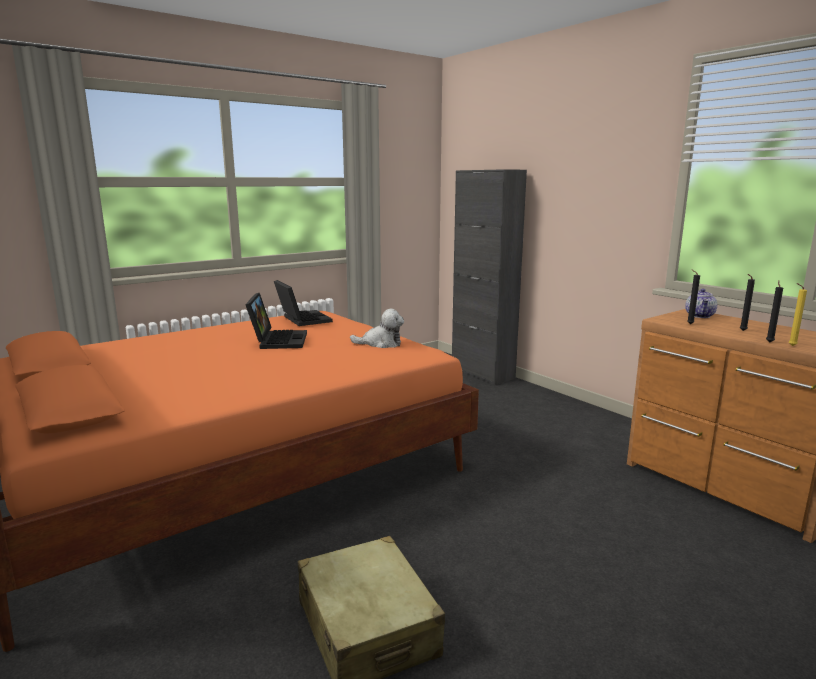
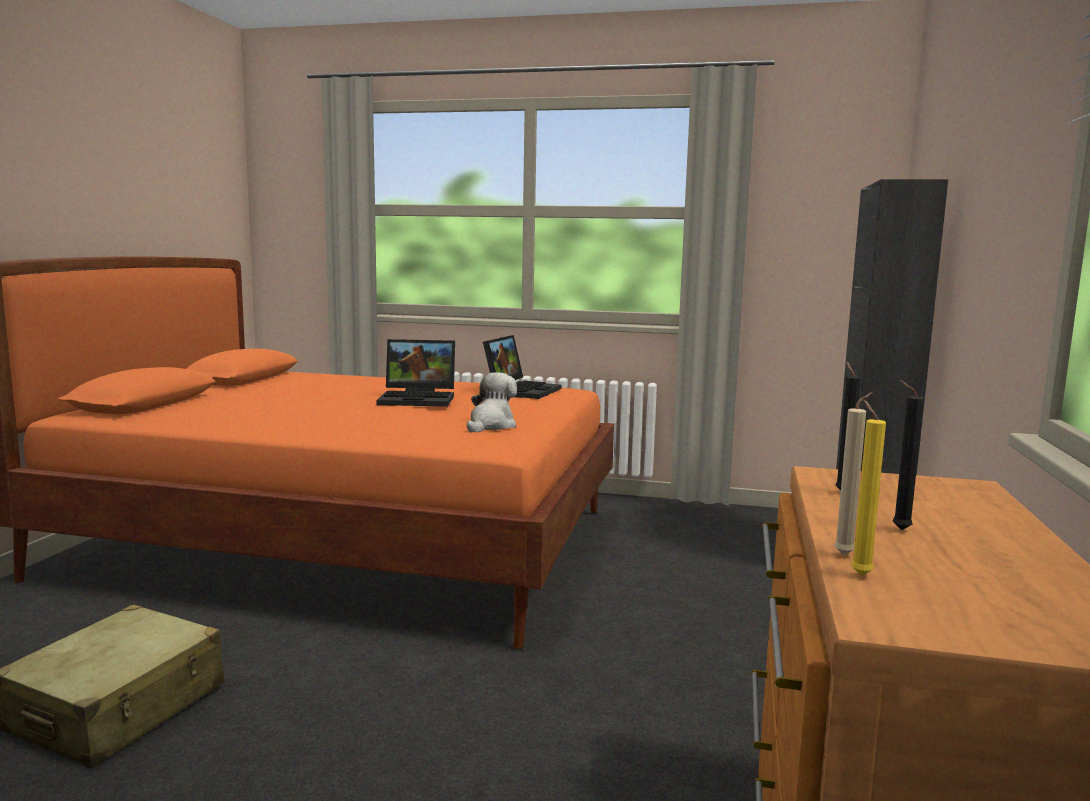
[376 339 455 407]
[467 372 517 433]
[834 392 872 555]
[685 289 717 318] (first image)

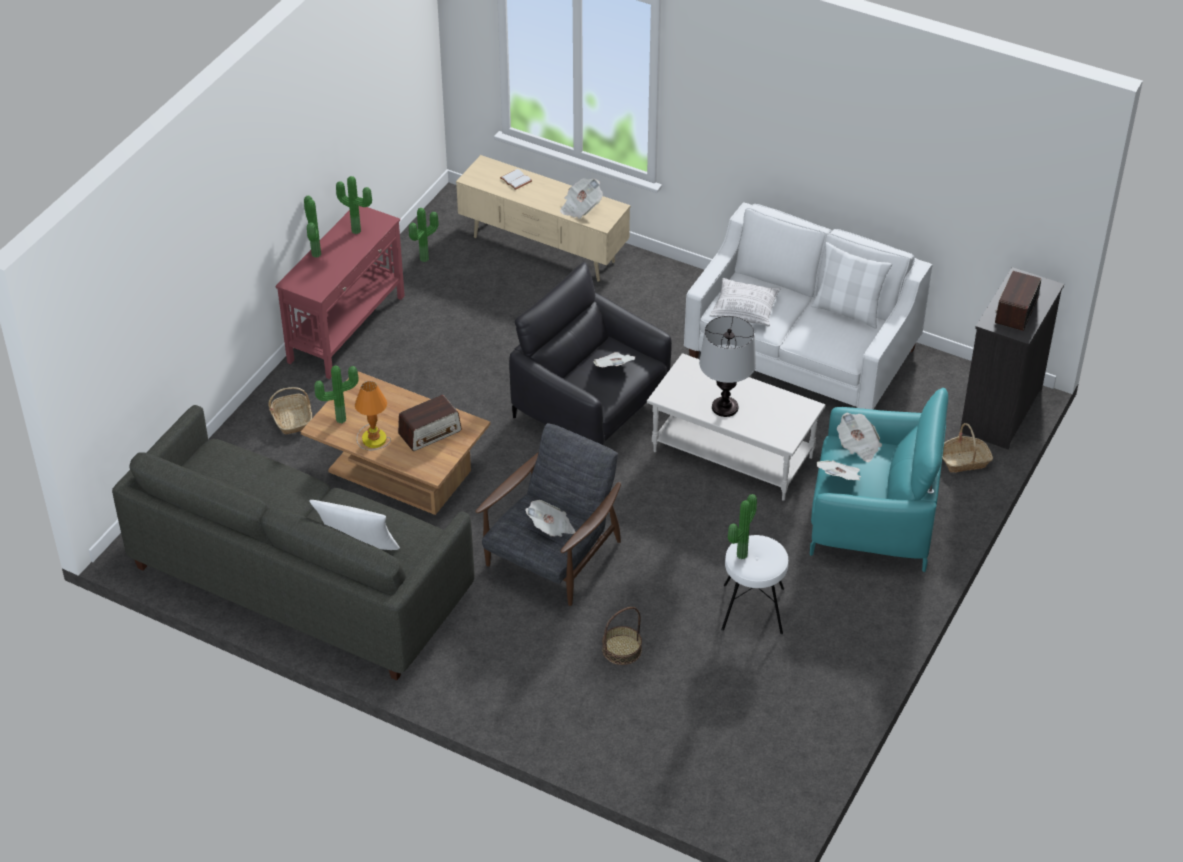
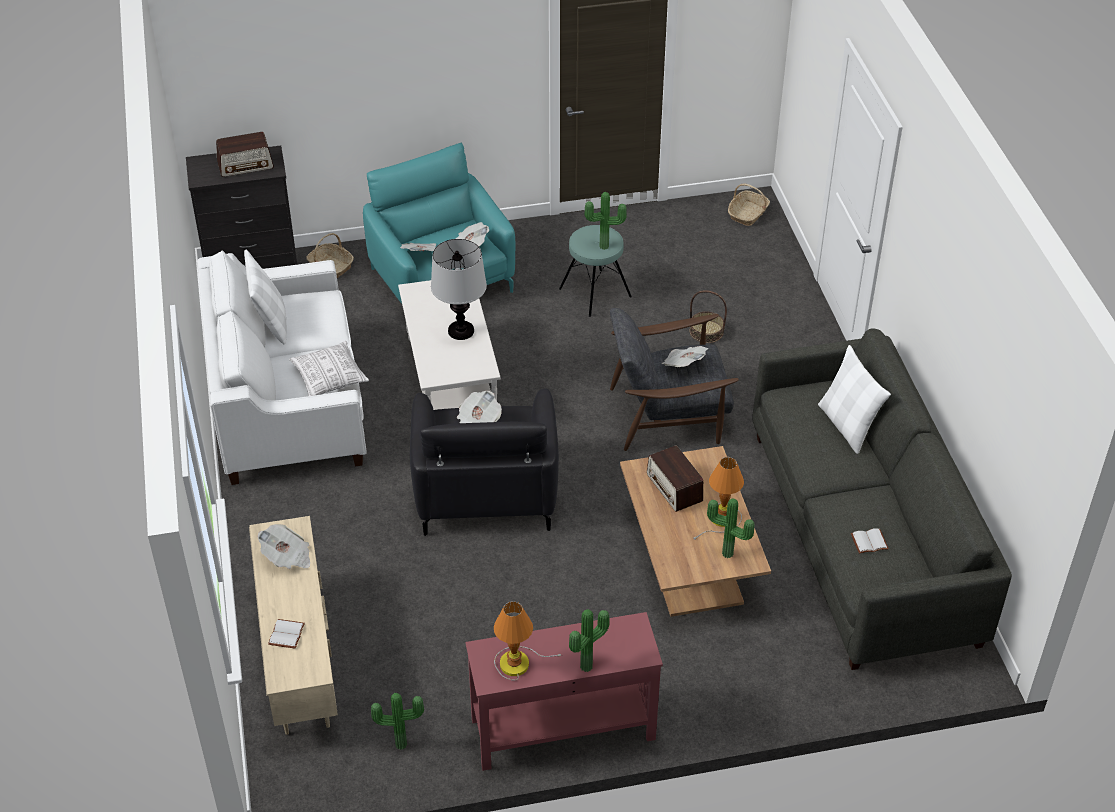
[494 601 561 681]
[559 225 632 317]
[647 445 703 512]
[728 184 770 226]
[851 528 889 554]

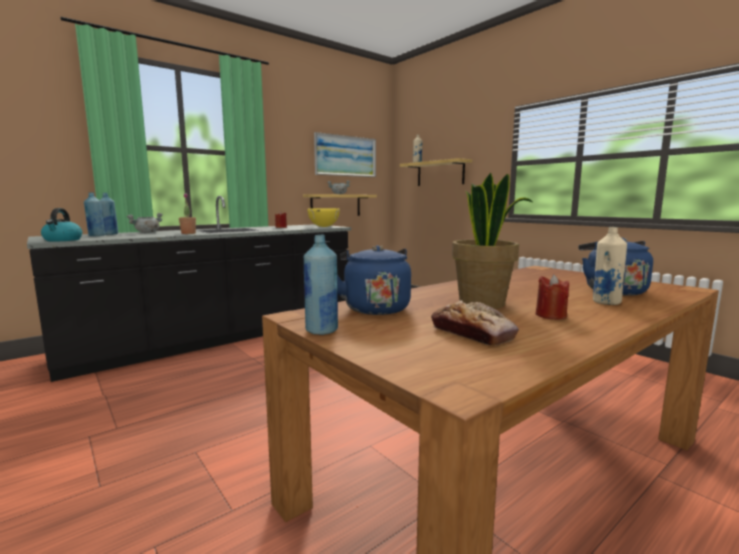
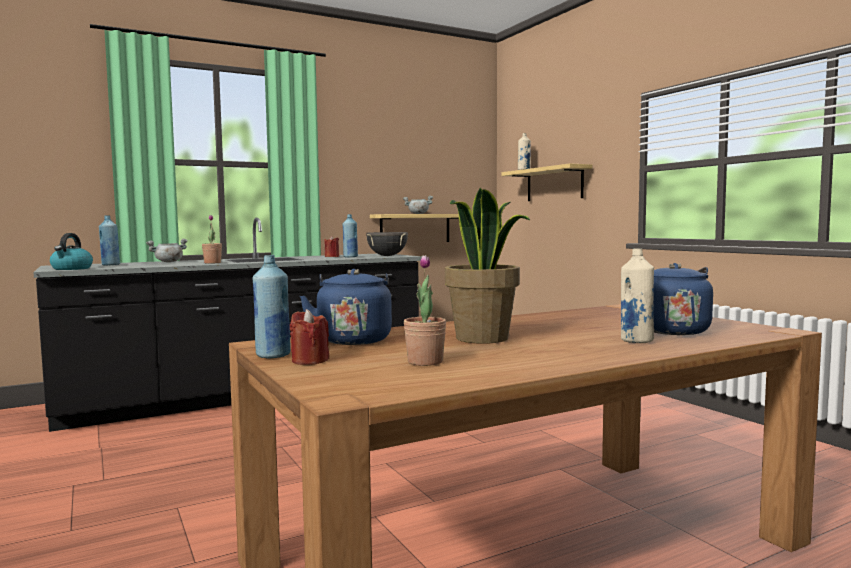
[290 309 329 365]
[343 214 358 258]
[366 232 408 256]
[404 255 446 366]
[314 132 376 177] (first image)

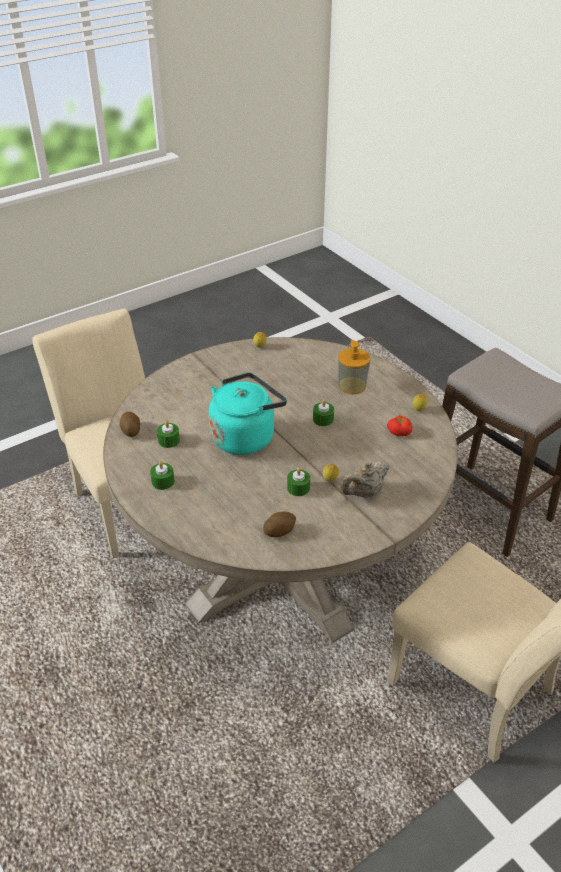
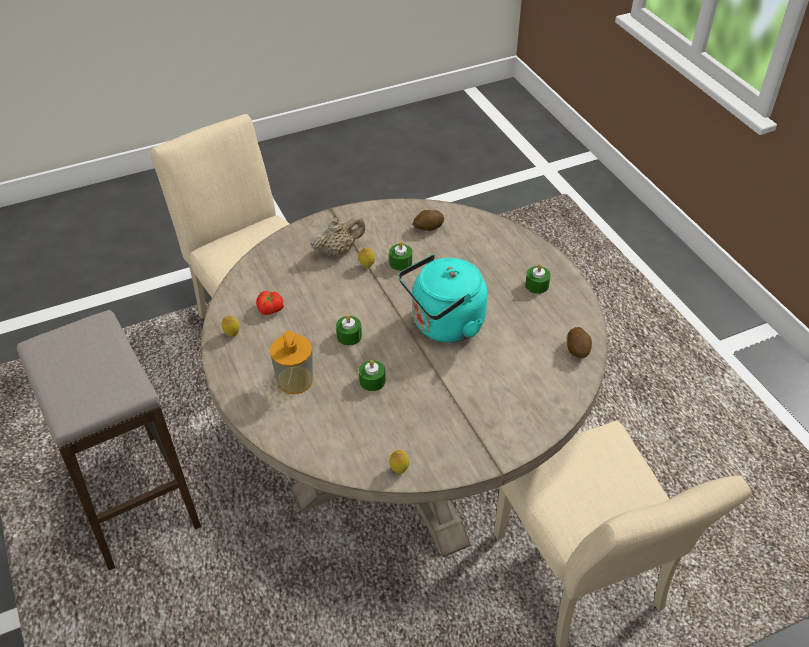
[359 360 385 391]

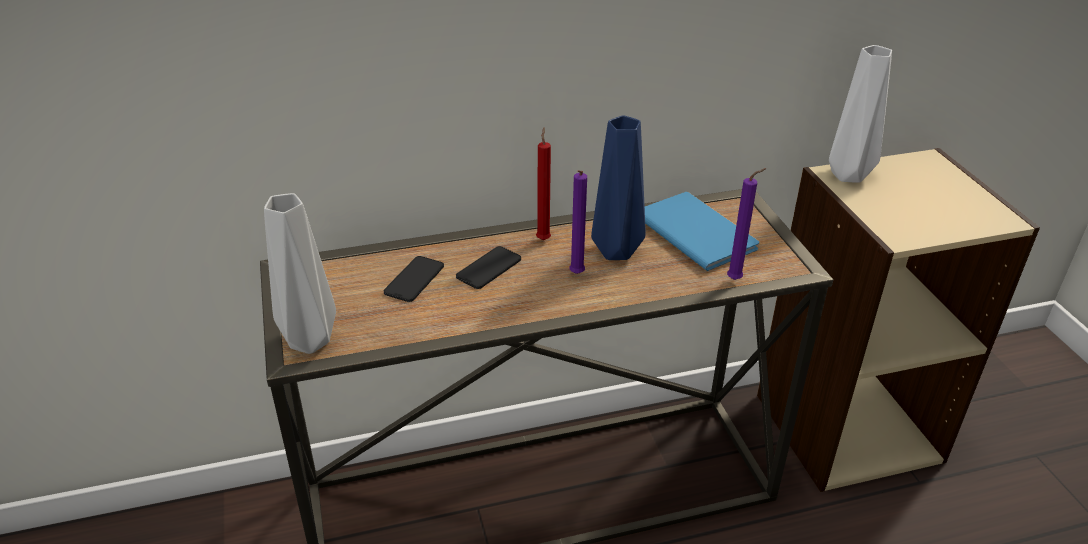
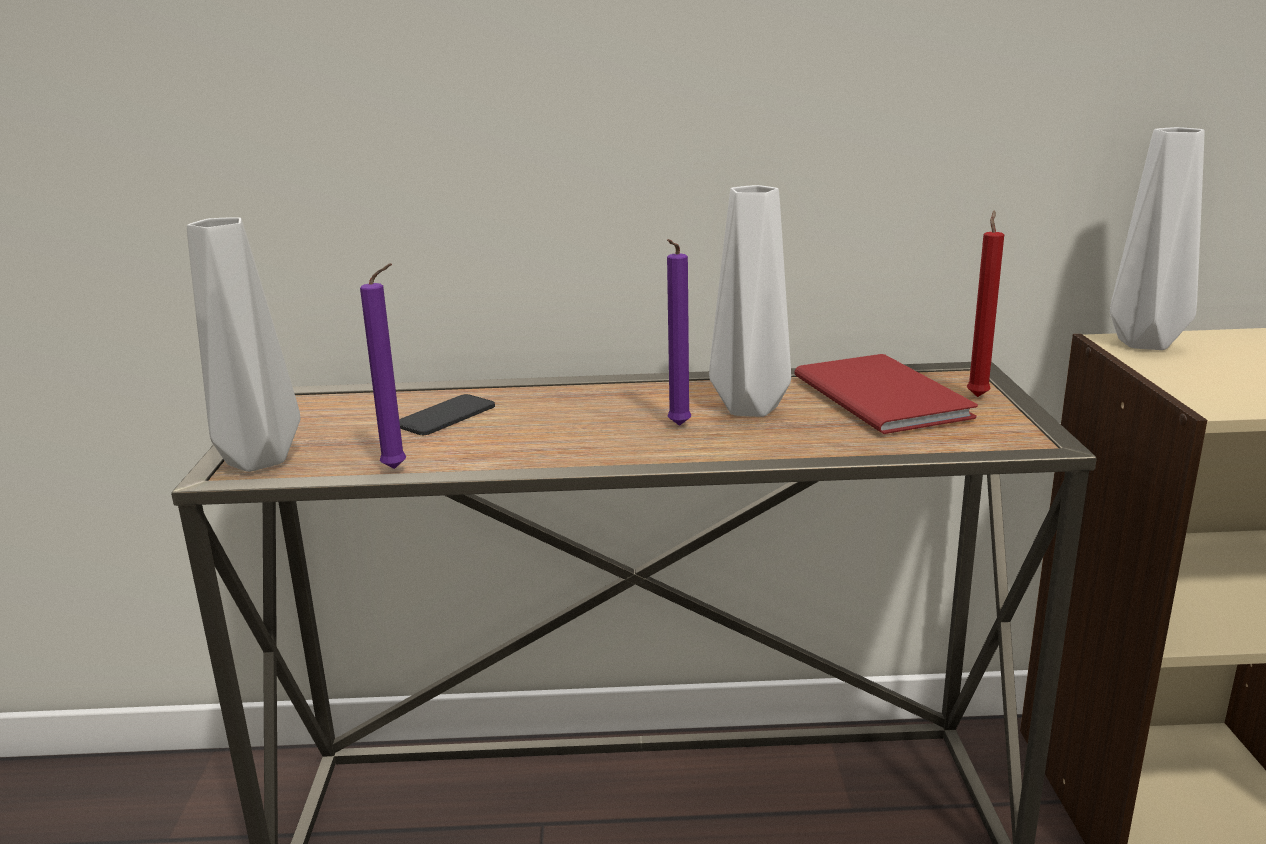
[360 263 406 469]
[709 185 791 417]
[794 354 978 434]
[967 211 1004 397]
[456 246 521 289] (first image)

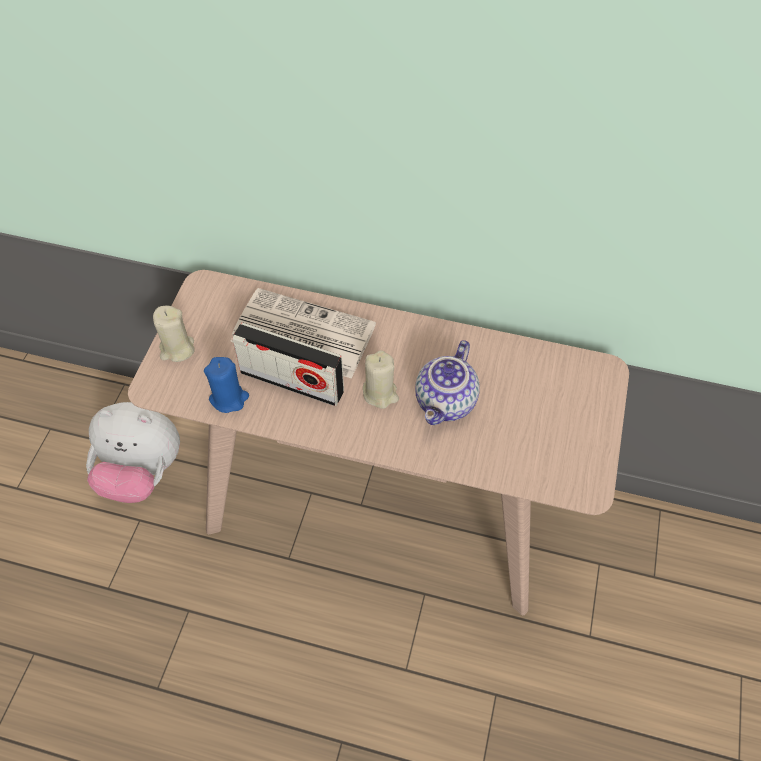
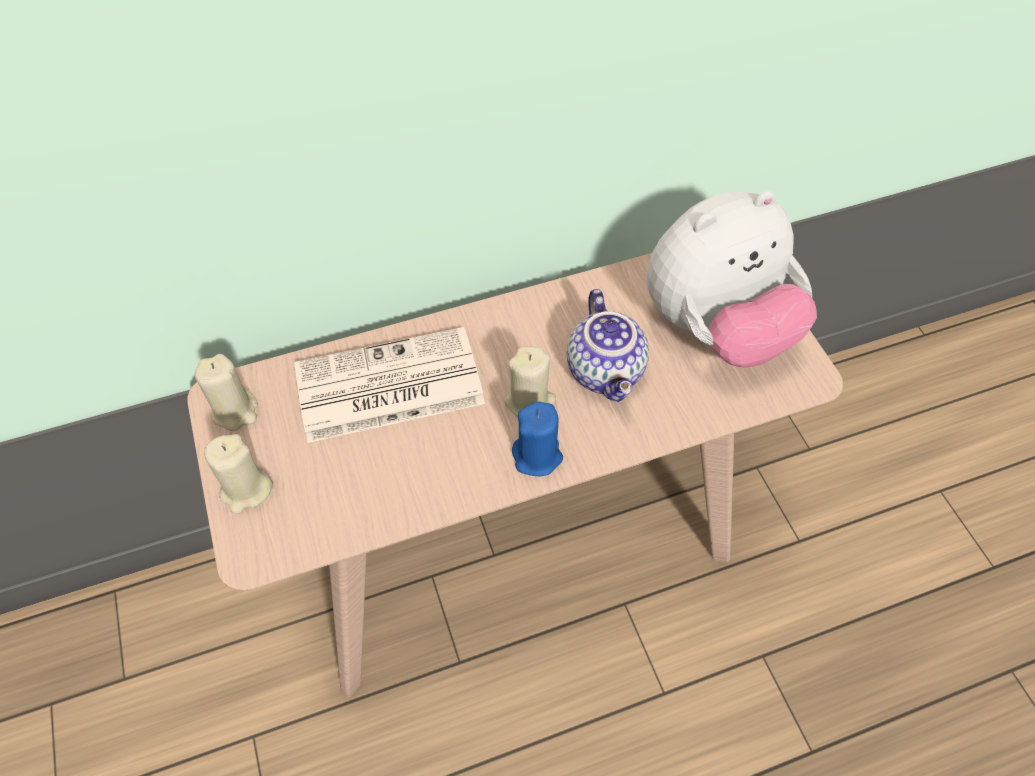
[195 354 257 431]
[512 401 563 476]
[647 191 817 367]
[232 323 344 406] (first image)

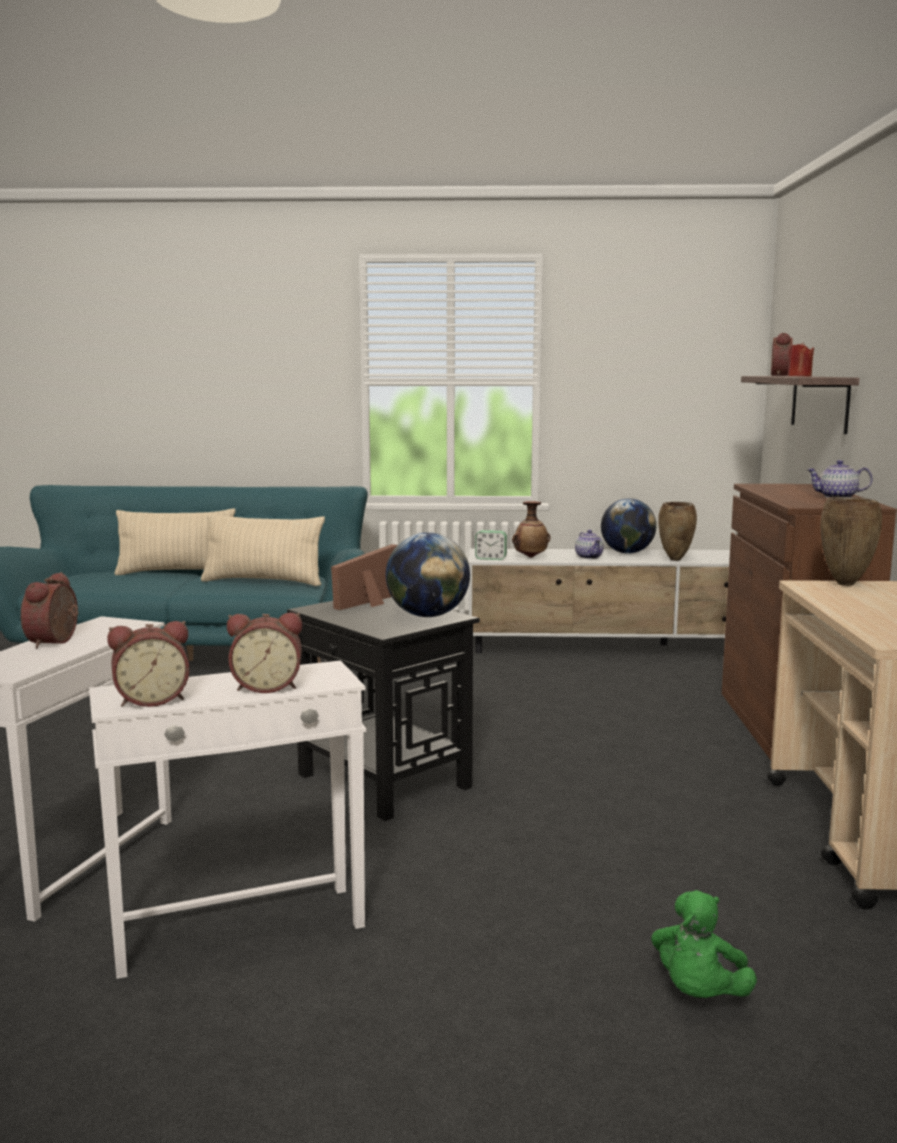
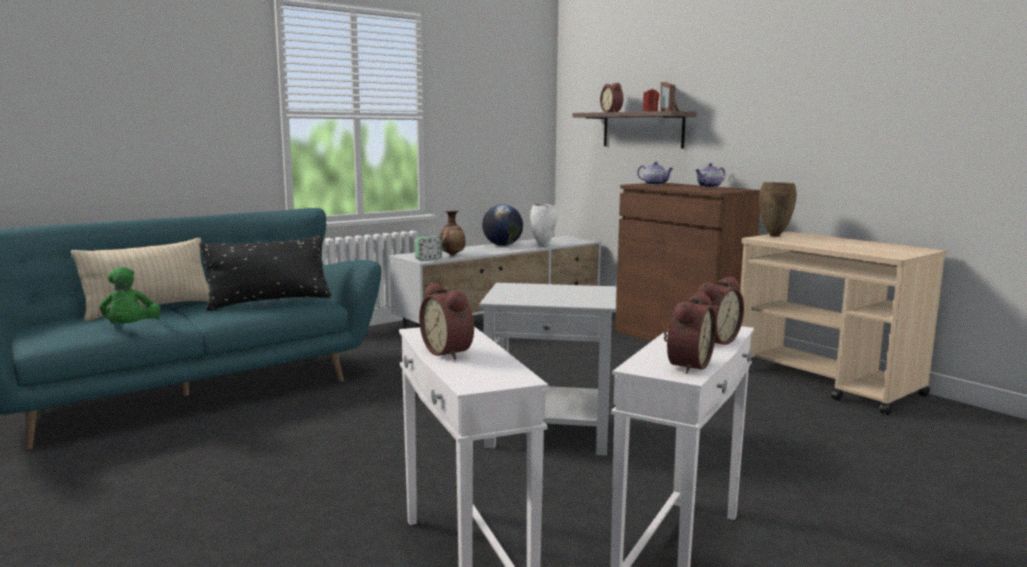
[99 267 160 324]
[199 235 332 311]
[479 283 617 456]
[530 204 557 246]
[637 162 674 185]
[661 82 679 111]
[386 532 470 617] (first image)

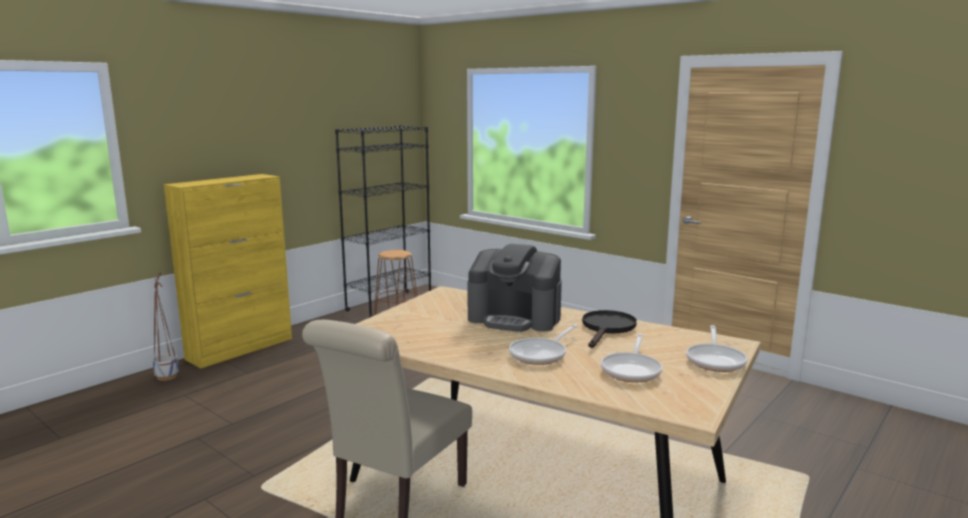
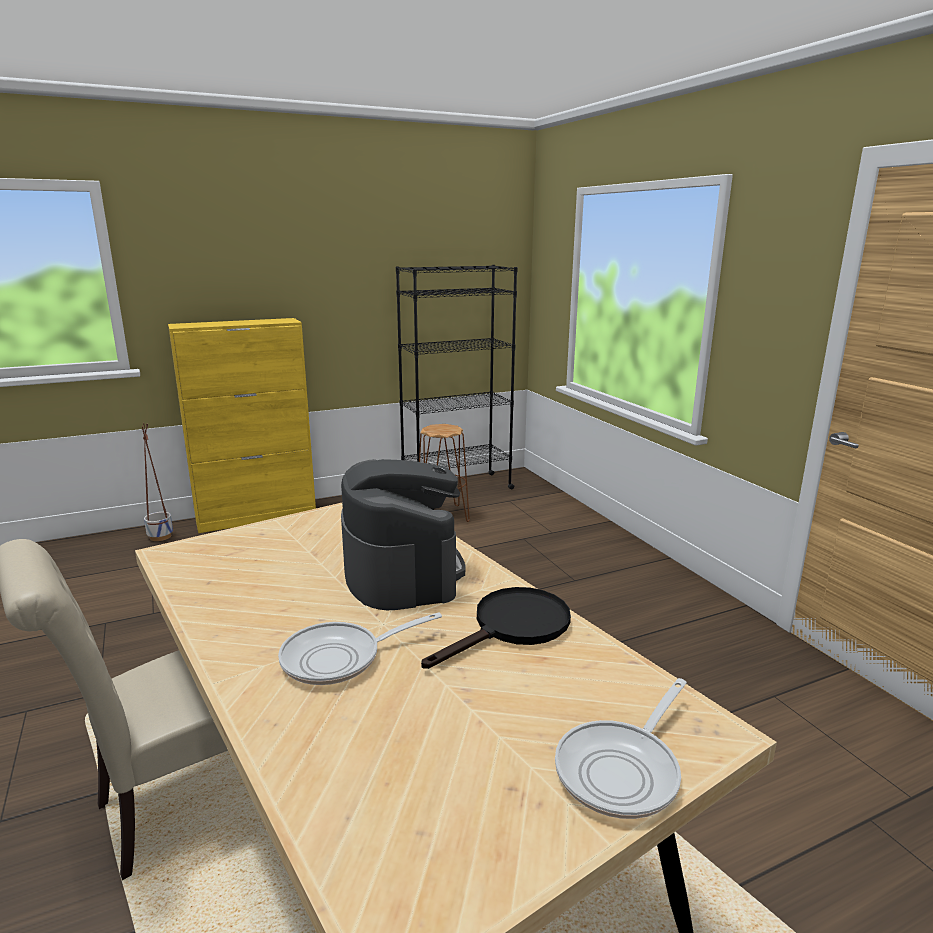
[341 459 465 610]
[601 333 662 382] (first image)

